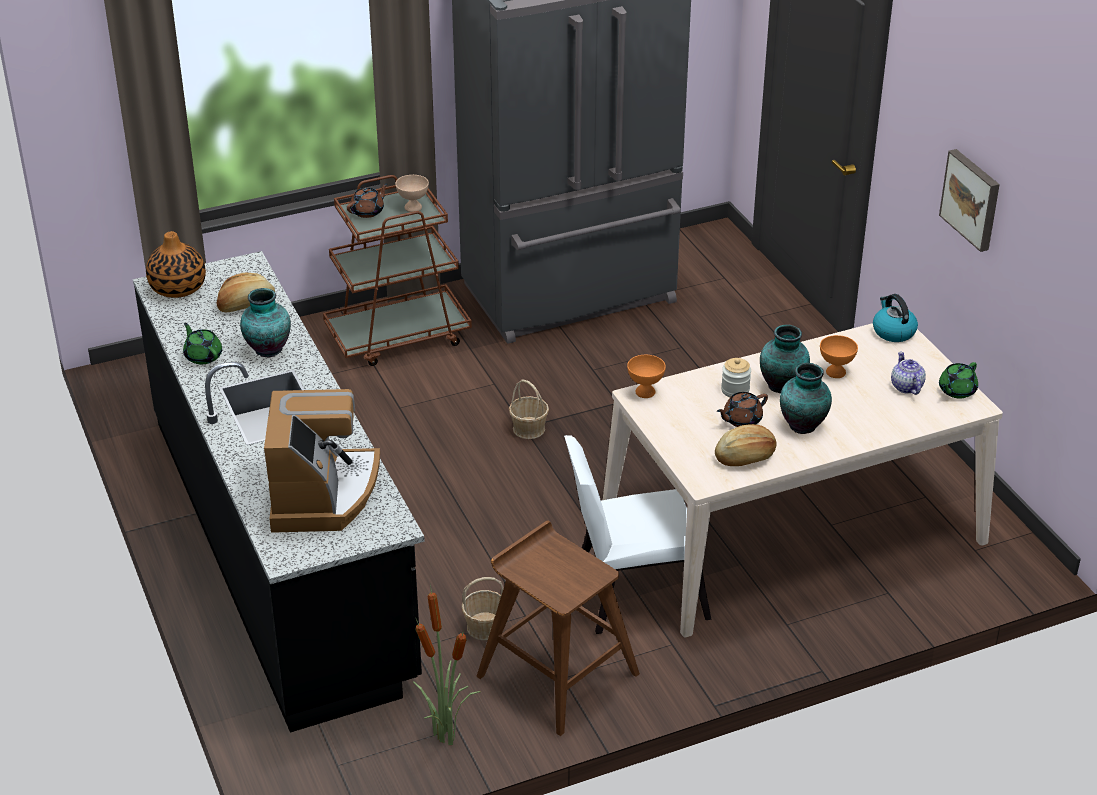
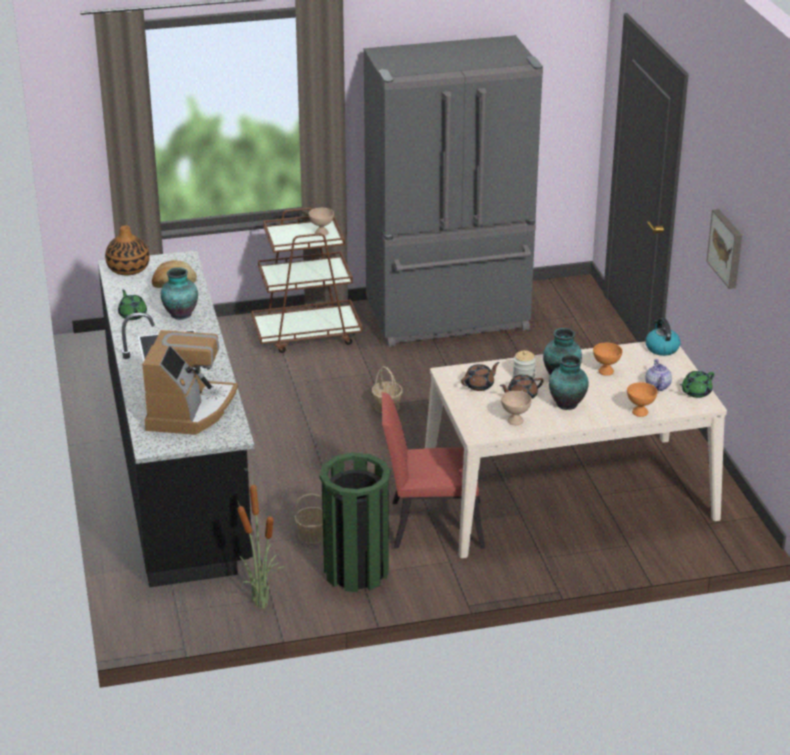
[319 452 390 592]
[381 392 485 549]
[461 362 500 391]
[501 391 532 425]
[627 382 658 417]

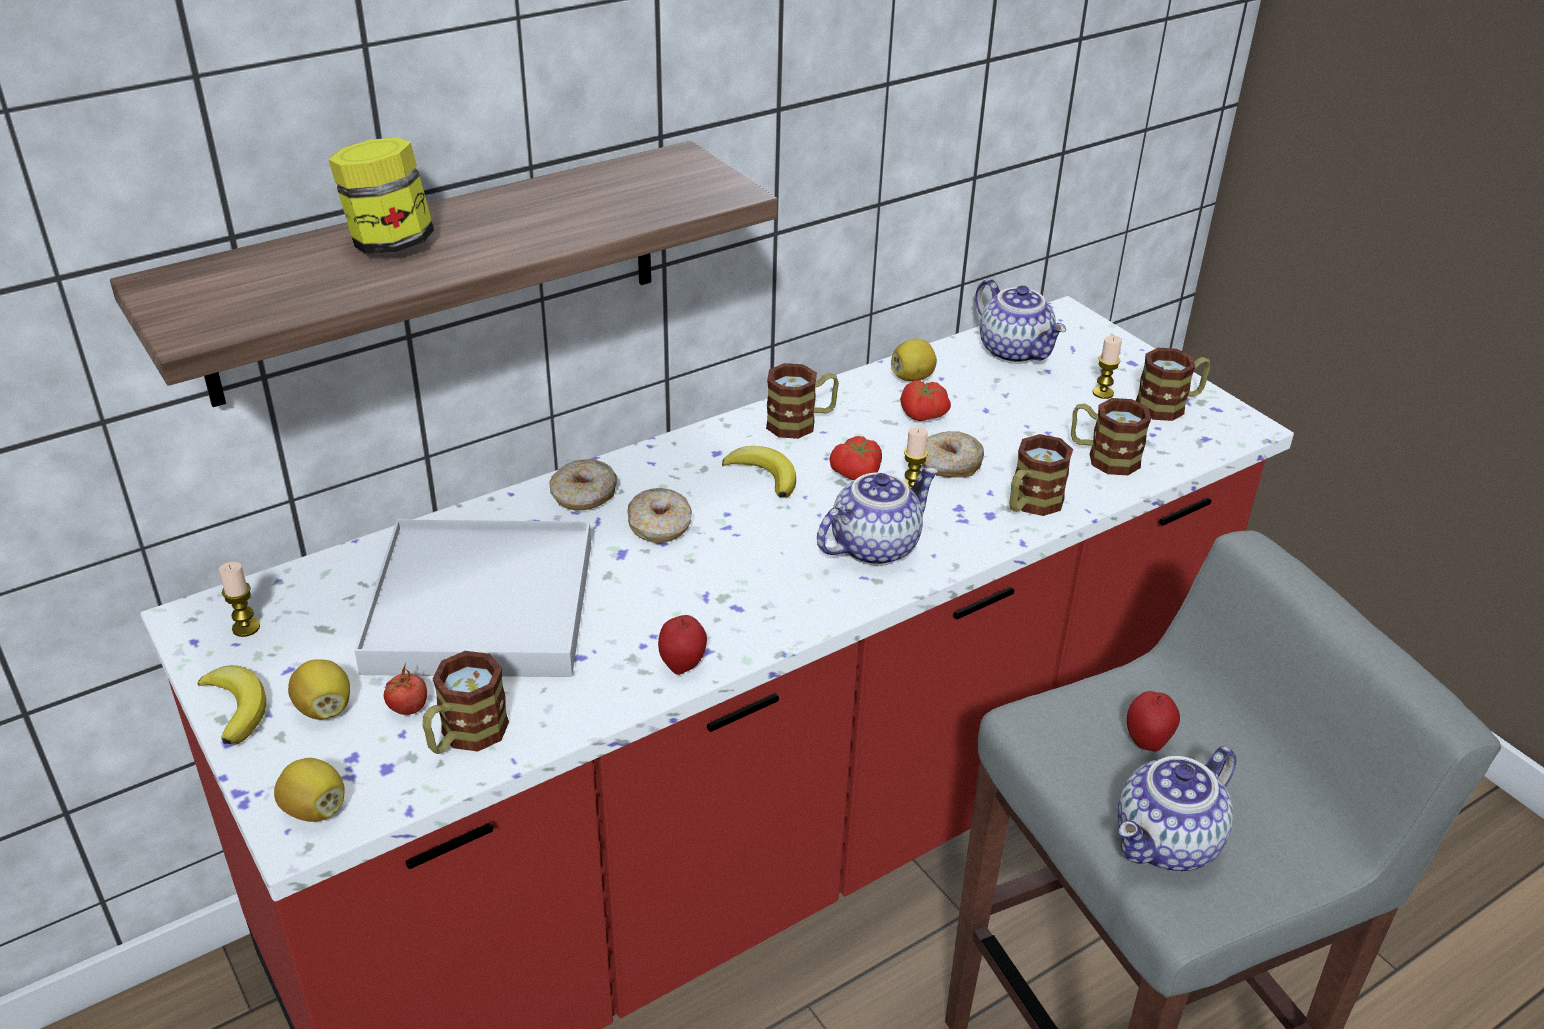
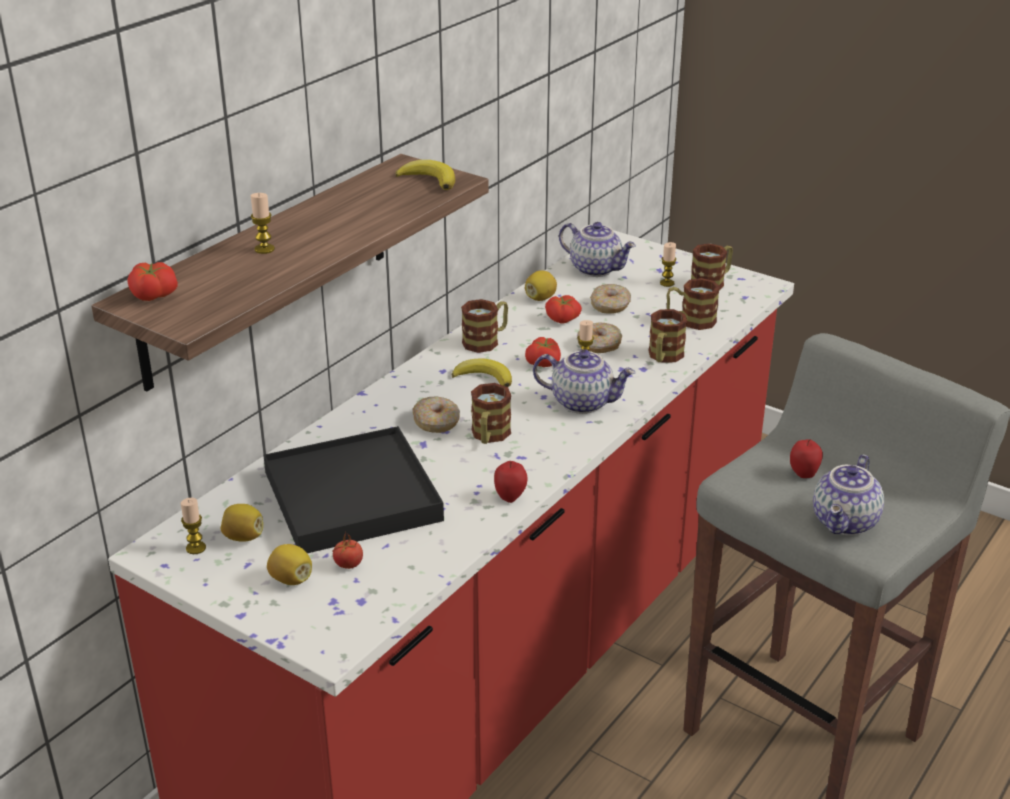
[127 262 178 301]
[221 504 263 542]
[251 193 275 254]
[263 426 444 553]
[395 160 455 190]
[471 383 511 444]
[533 349 636 414]
[590 284 631 314]

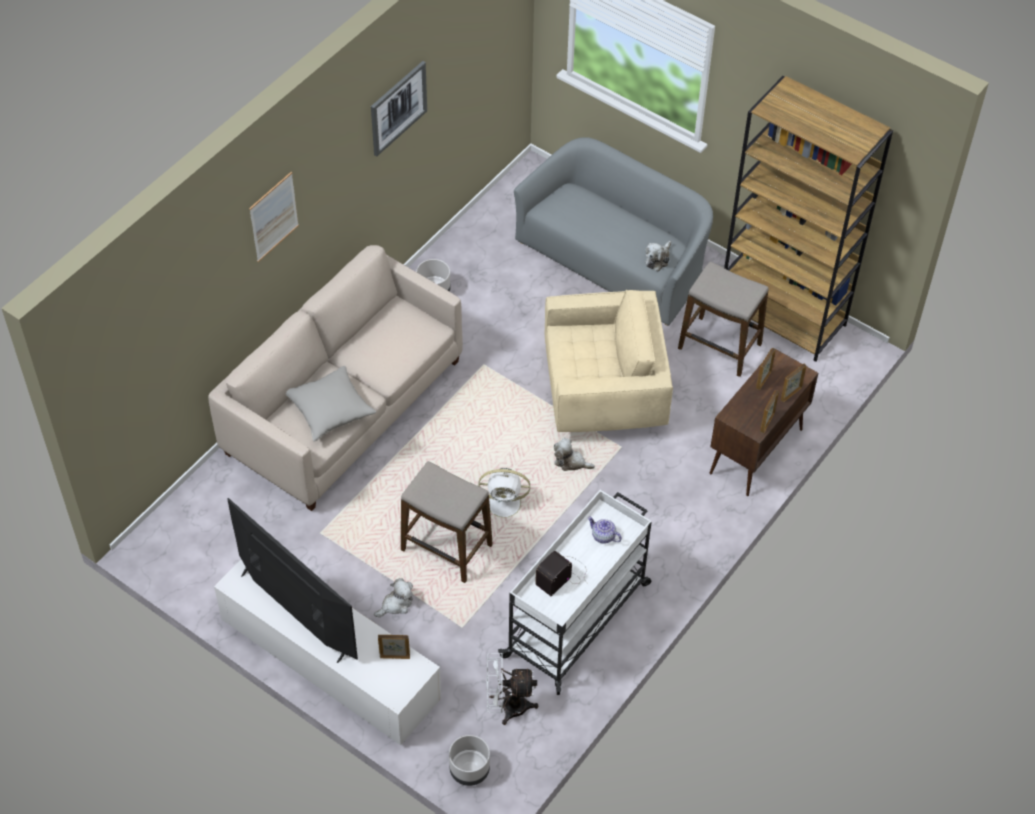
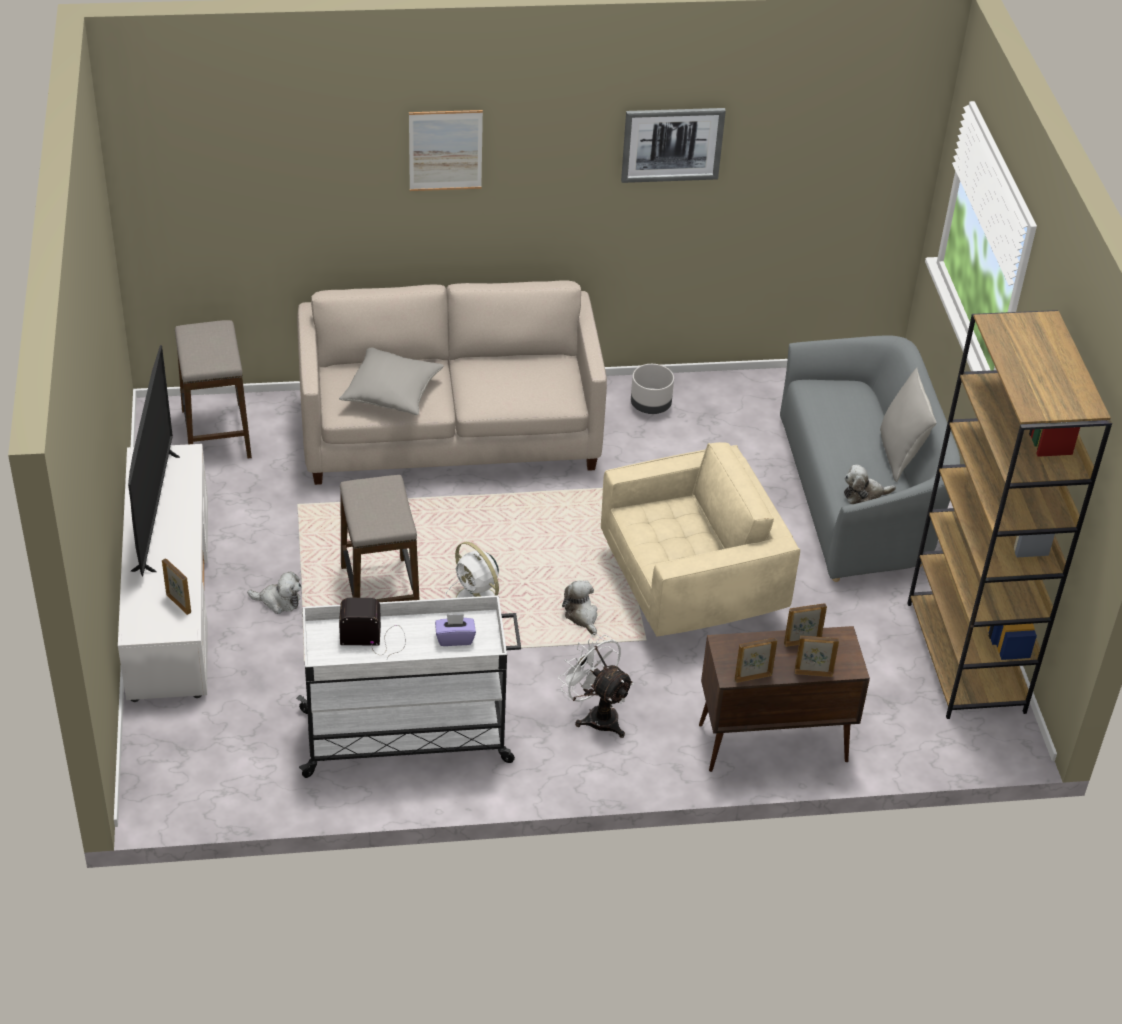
[175 320 252 459]
[435 614 476 646]
[558 633 634 738]
[601 442 800 637]
[880 368 937 482]
[449 735 490 786] (first image)

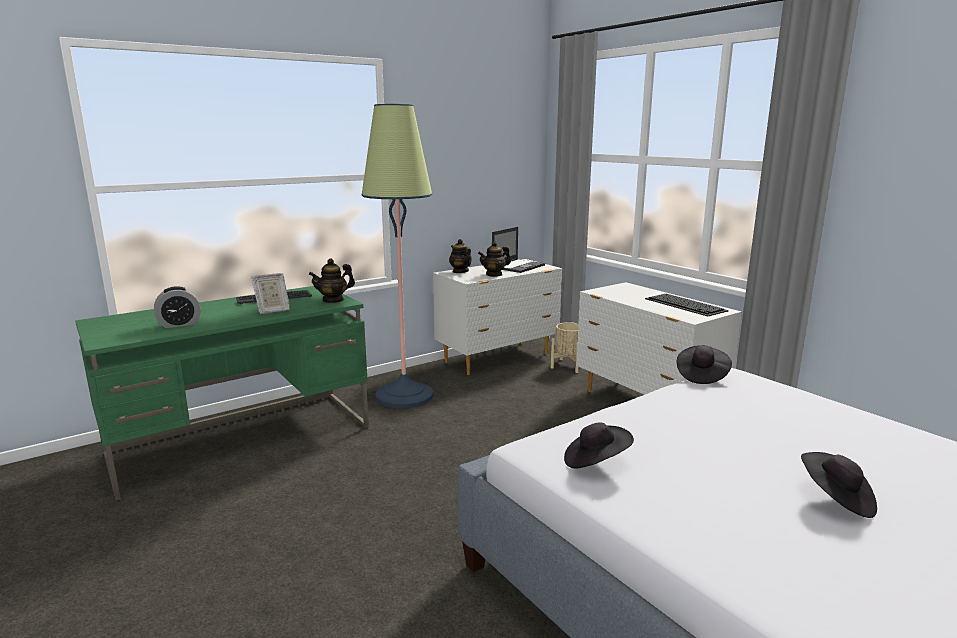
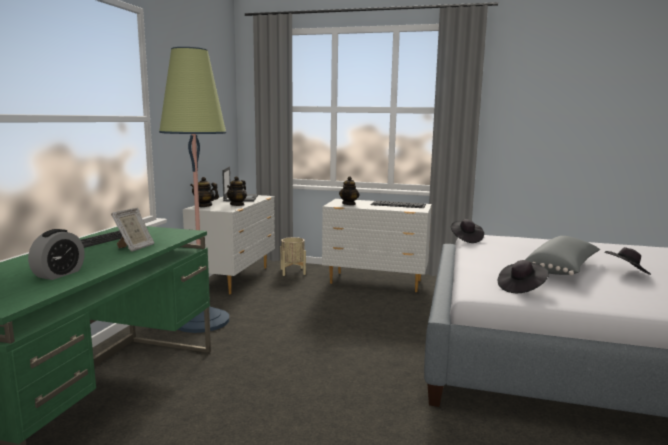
[339 176 359 205]
[525 236 600 275]

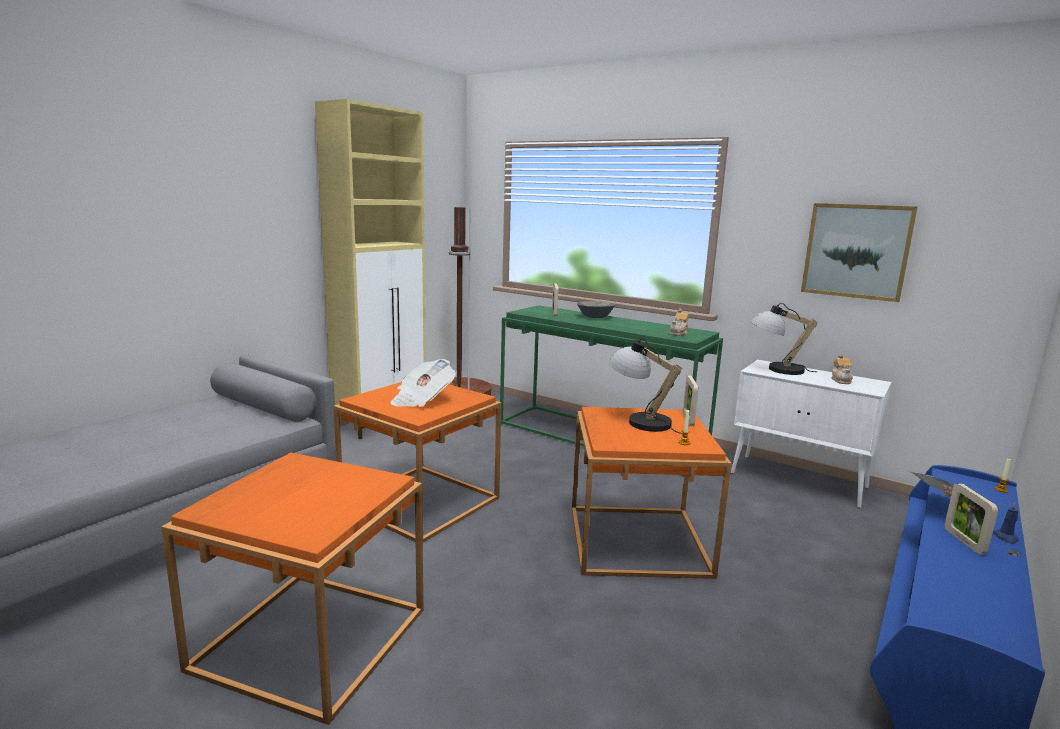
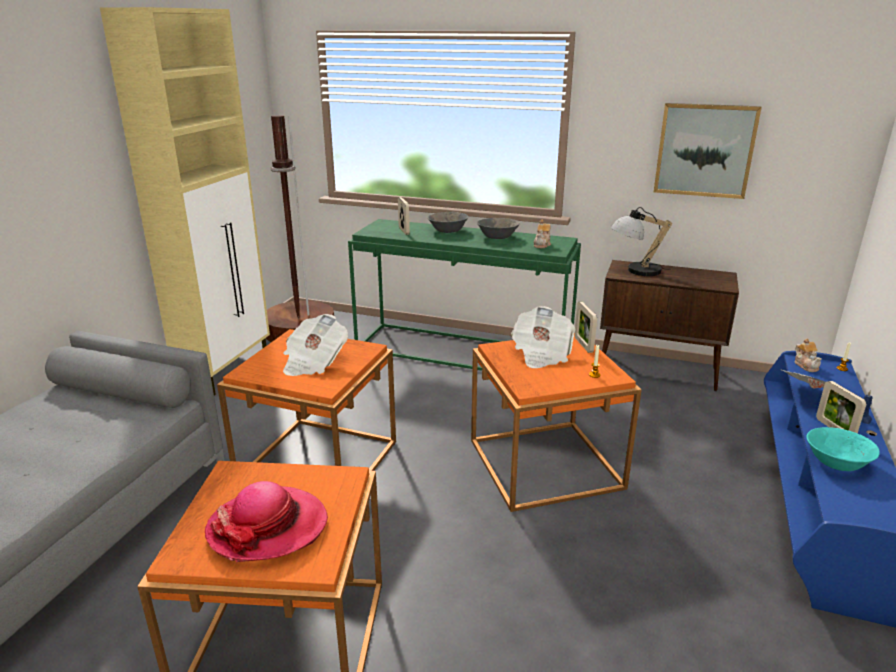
[205 481 328 562]
[477 218 520 239]
[511 306 575 368]
[600 260 739 391]
[794 338 822 372]
[806 427 880 471]

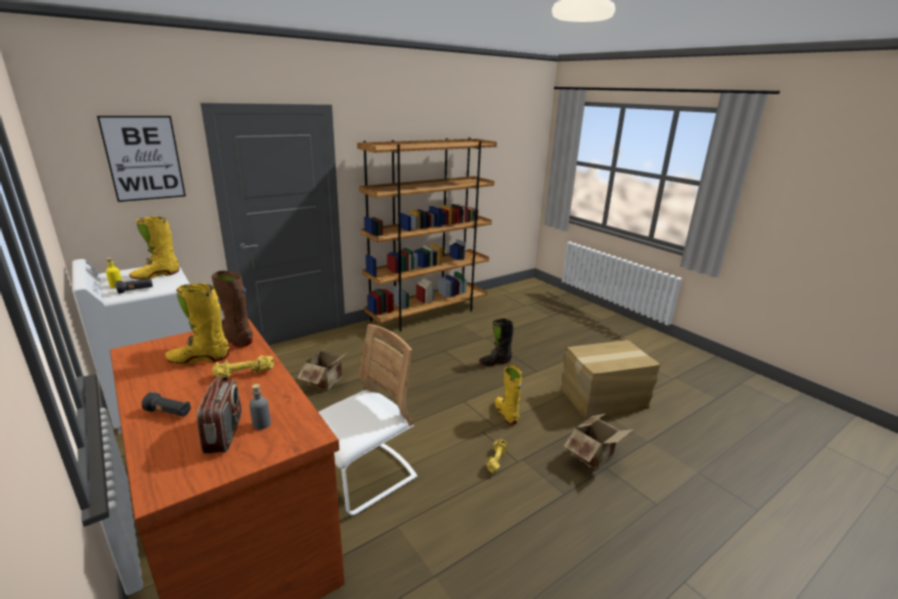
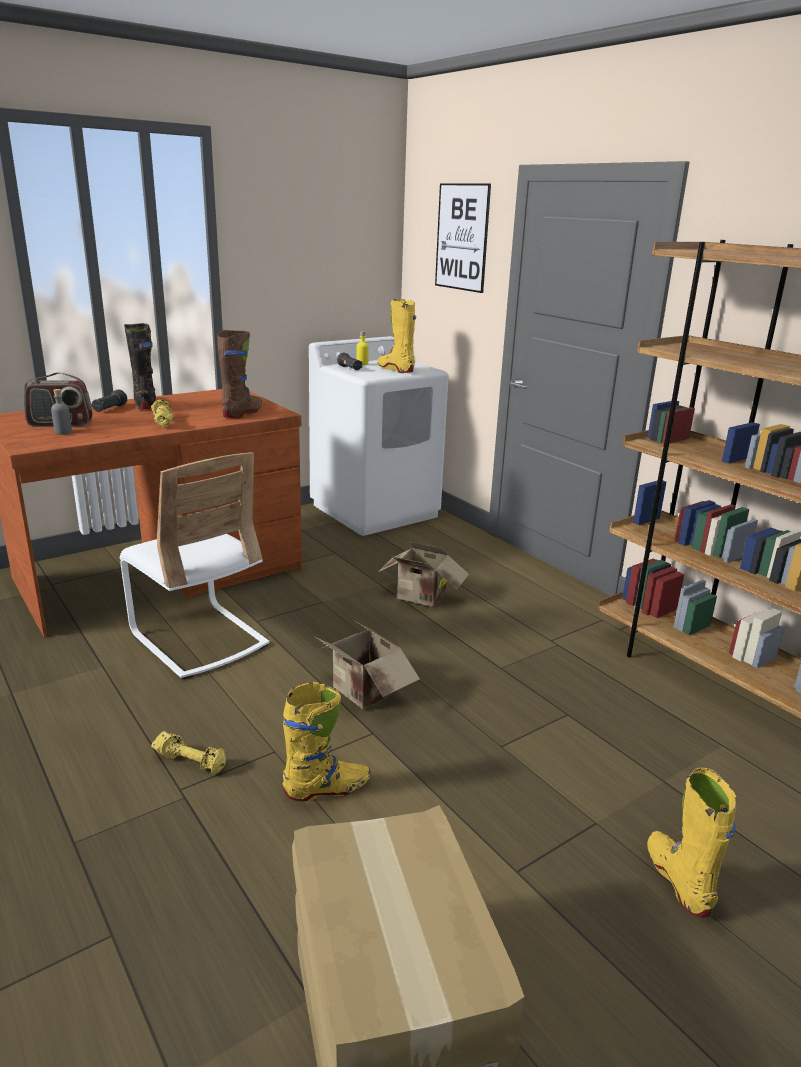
[124 323 156 410]
[315 621 420 709]
[647 768 737 918]

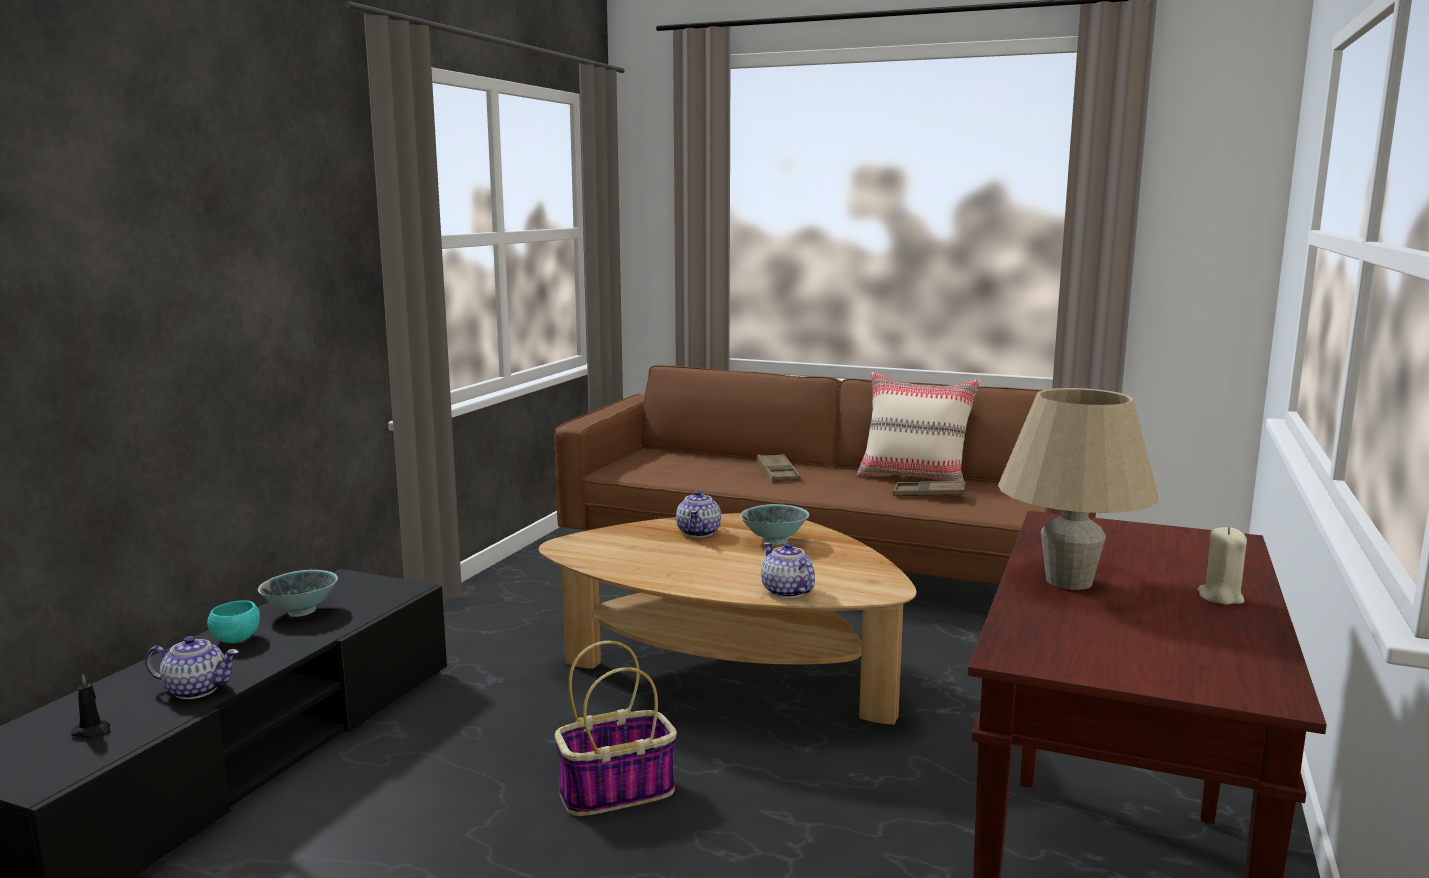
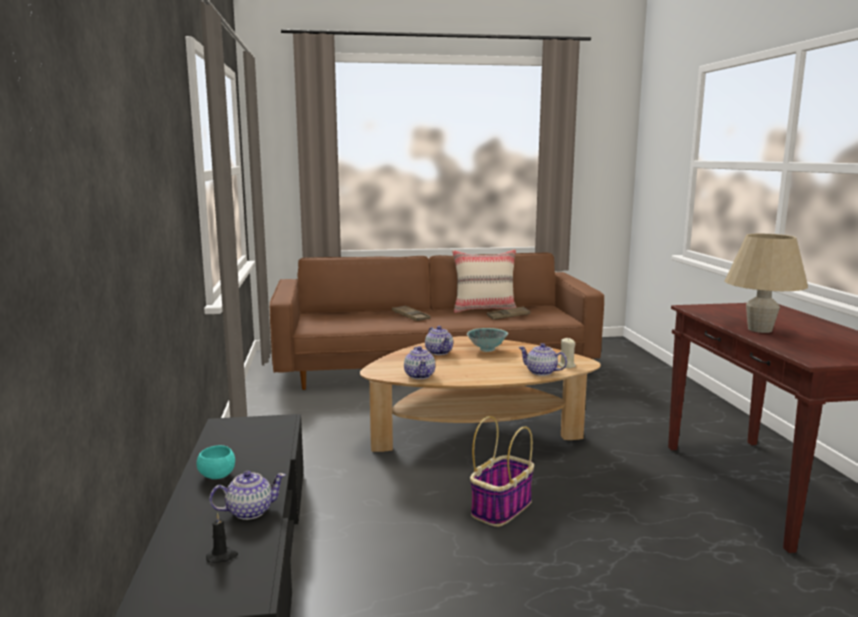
[404 346 435 379]
[557 338 576 368]
[258 570 338 617] (first image)

